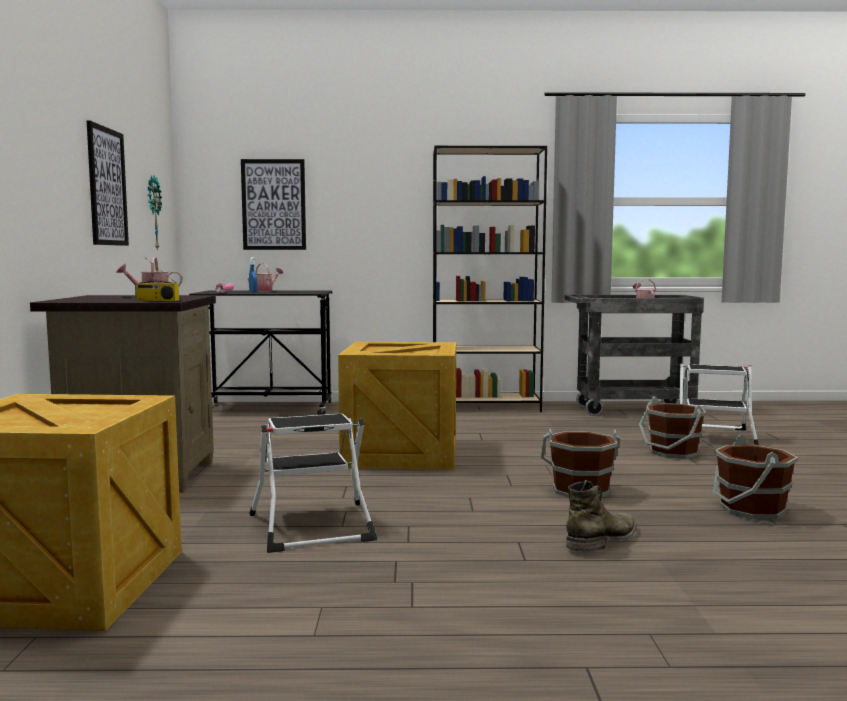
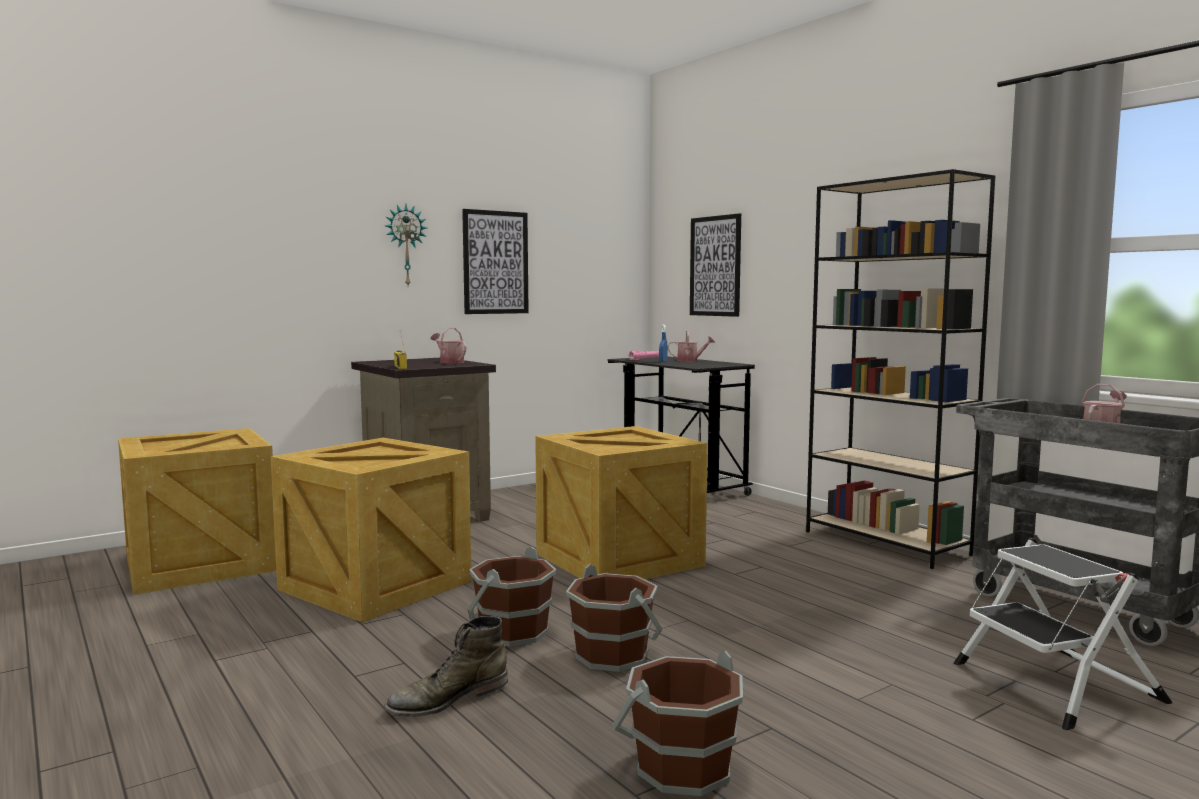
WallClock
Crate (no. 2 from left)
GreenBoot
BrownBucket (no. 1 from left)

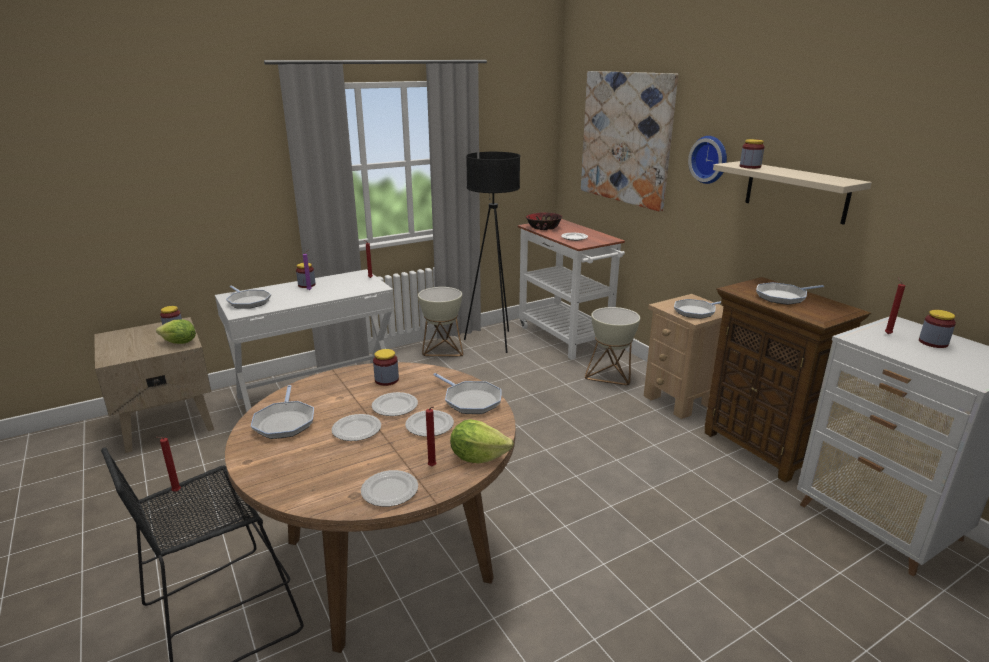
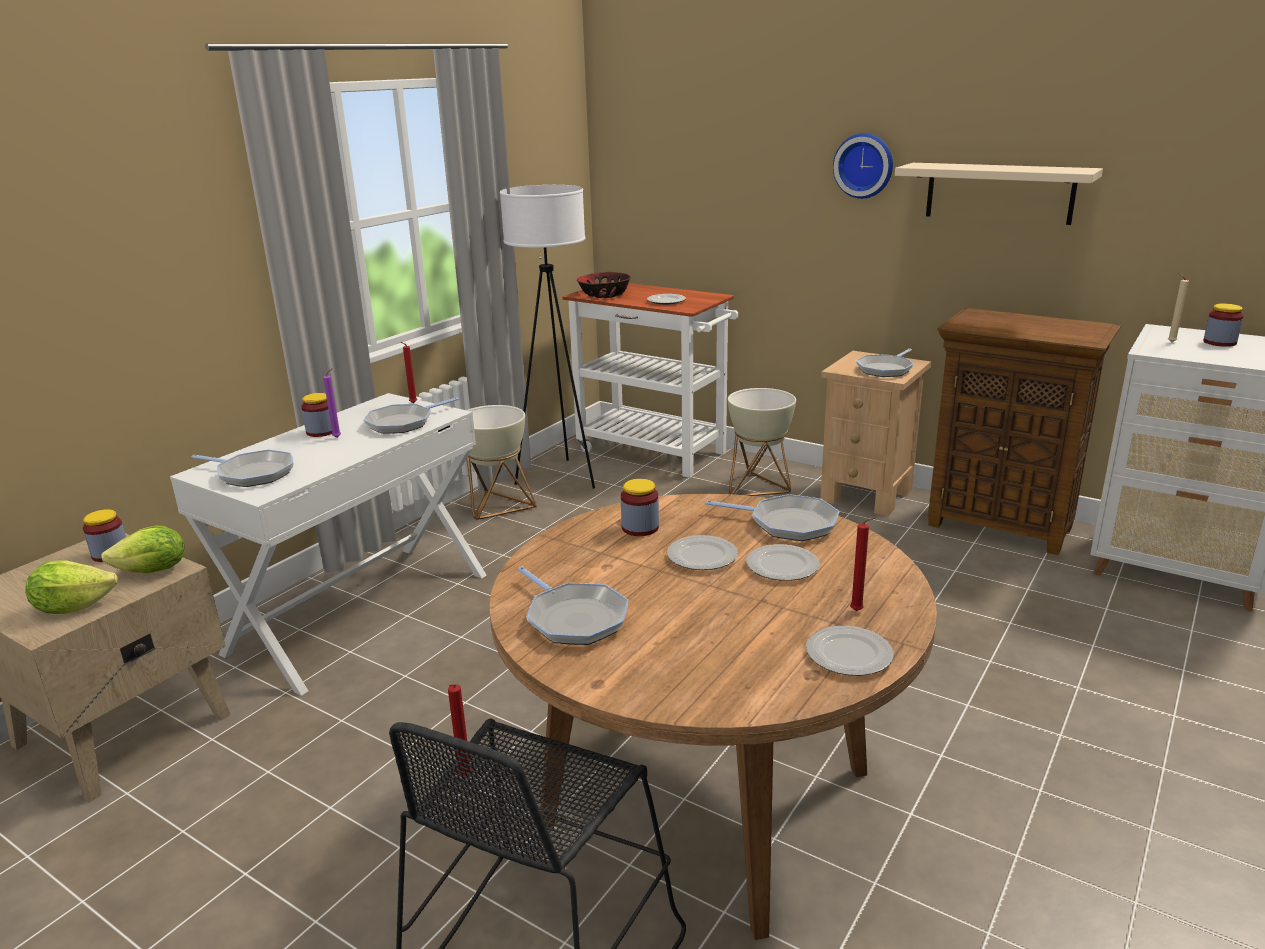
Plate (no. 1 from left in the first image)
Lettuce (no. 1 from left)
WhiteFloorLamp
Picture
Jar (no. 4 from left in the first image)
FryingPan (no. 2 from left)
BeigeCandle

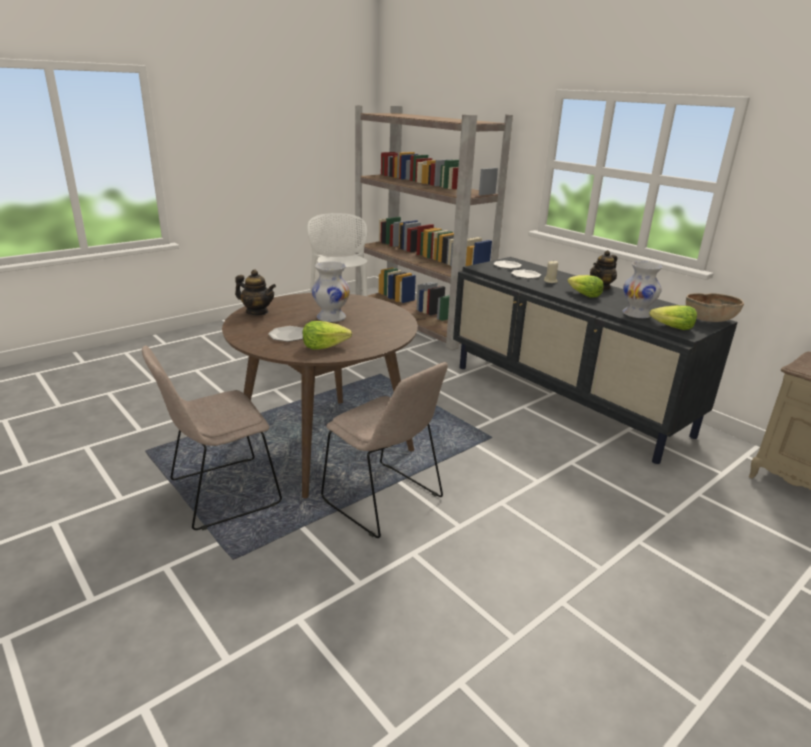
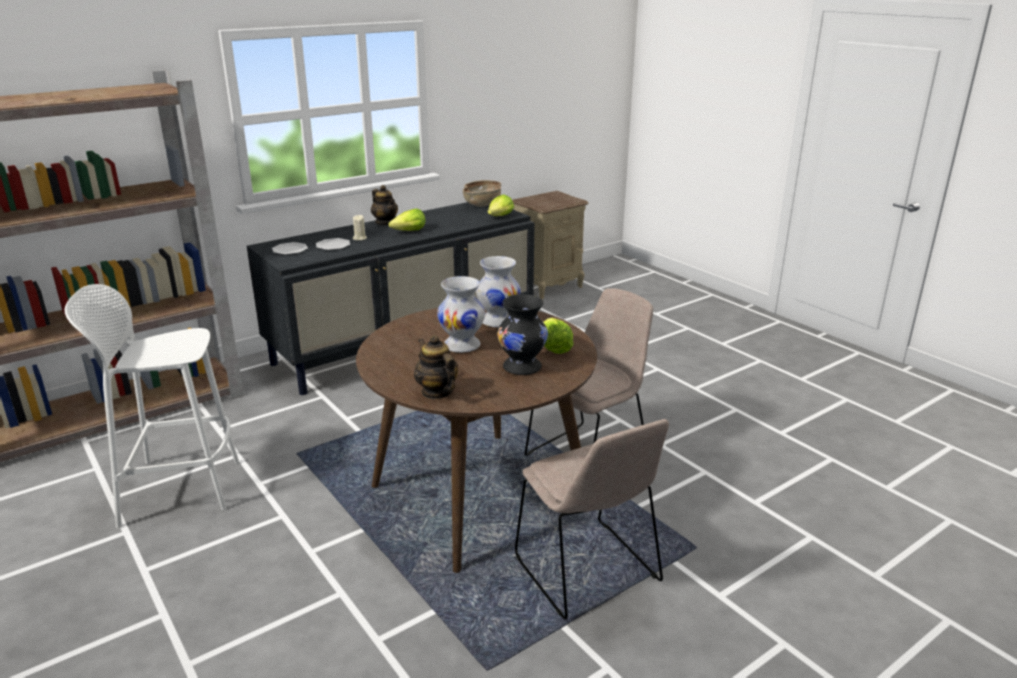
Teapot (no. 2 from left)
BlackVase
WhiteVase (no. 2 from left)

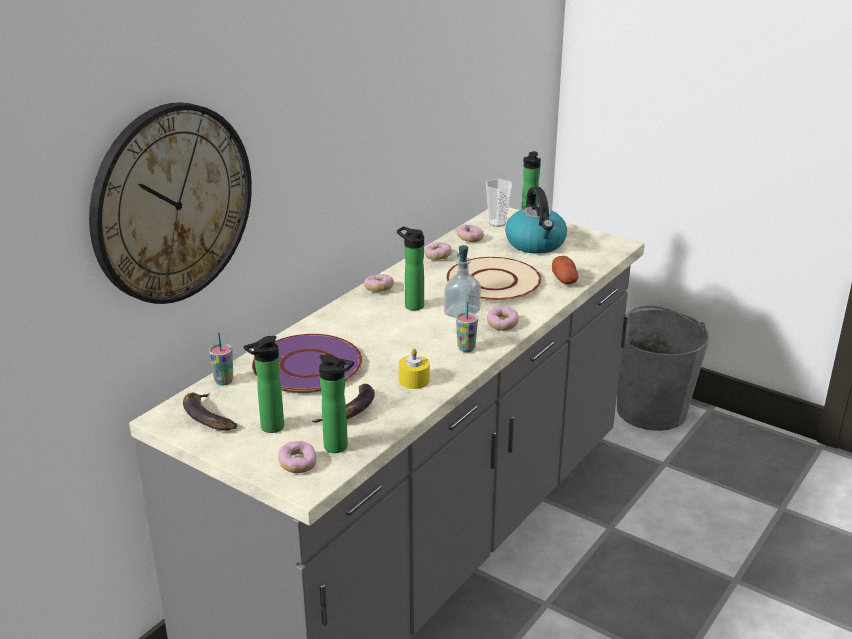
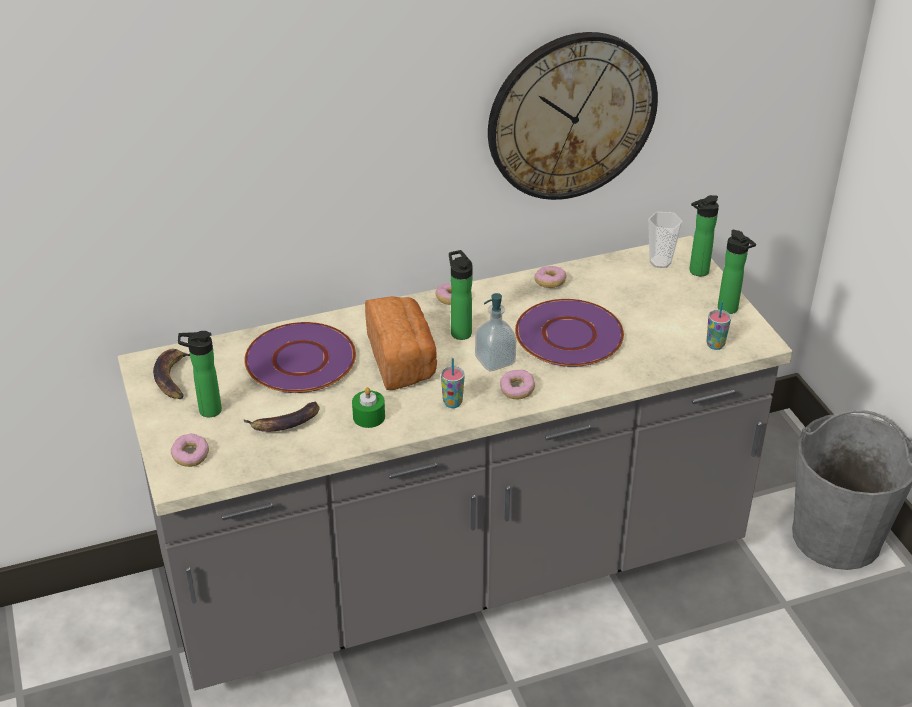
WallClock
Cup (no. 3 from left)
Bottle (no. 4 from left)
GreenCandle
PurplePlate (no. 2 from left)
Donut (no. 4 from left in the first image)
Kettle
Potato
Bread

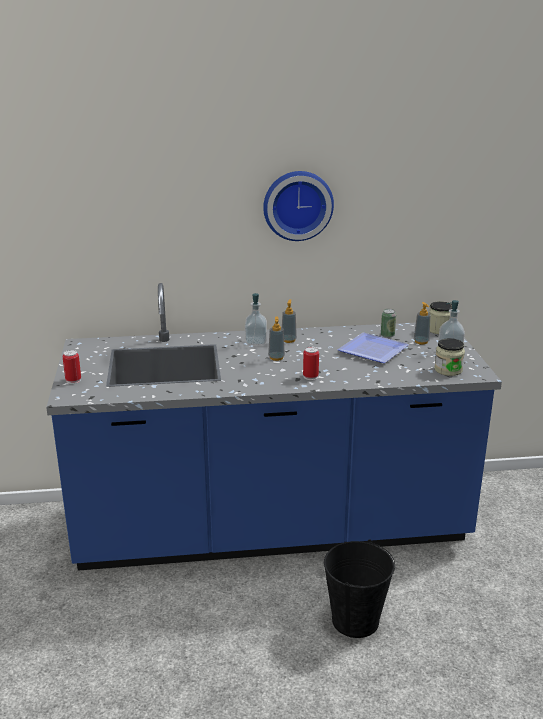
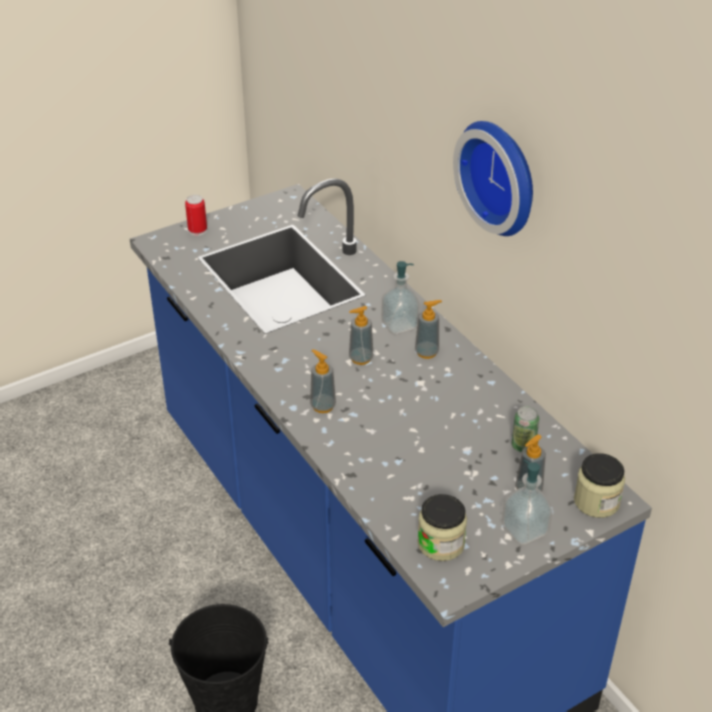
SoapDispenser (no. 1 from left)
Plate

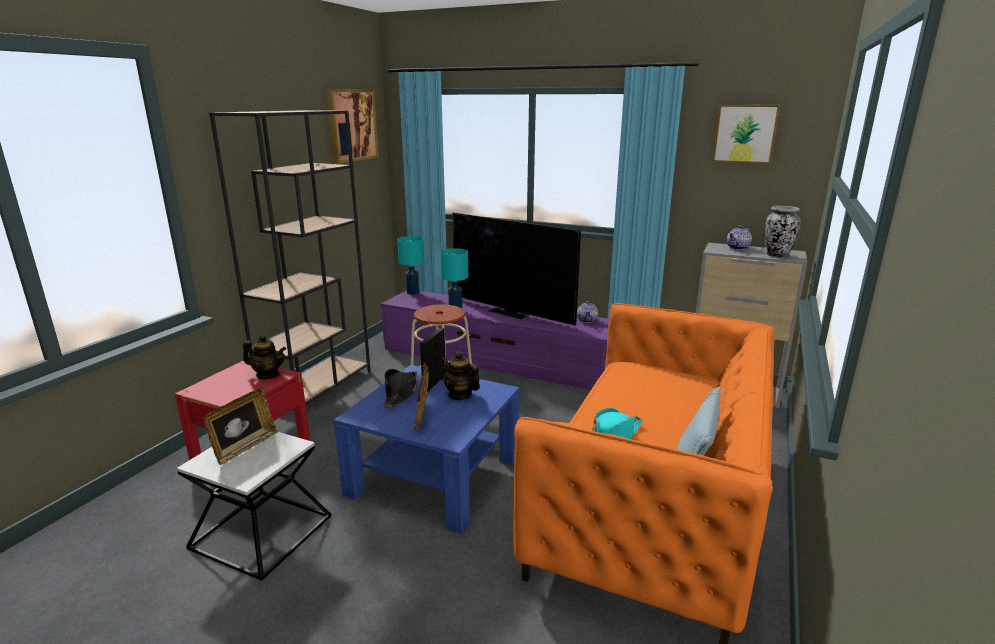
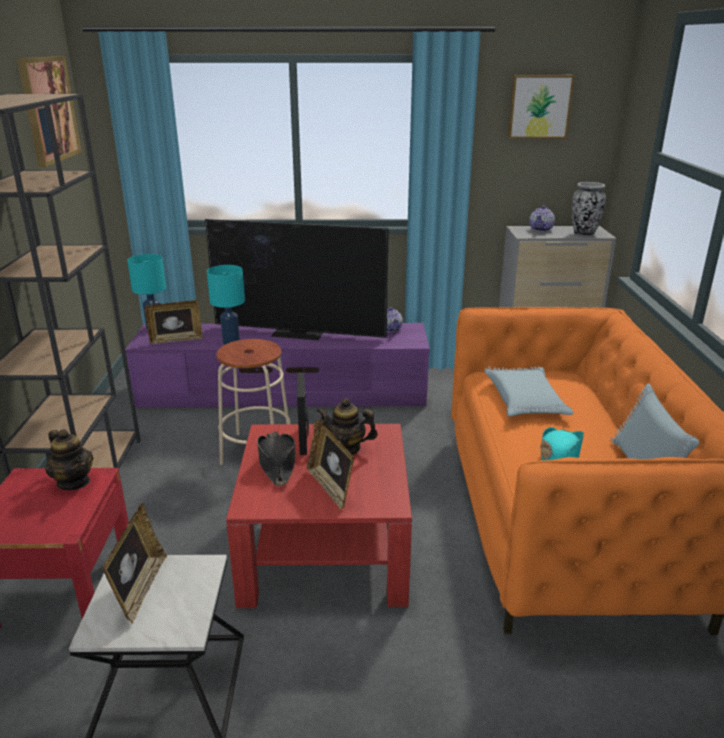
Teapot (no. 1 from left)
RedCoffeeTable
PictureFrame (no. 2 from left)
BluePillow (no. 1 from left)

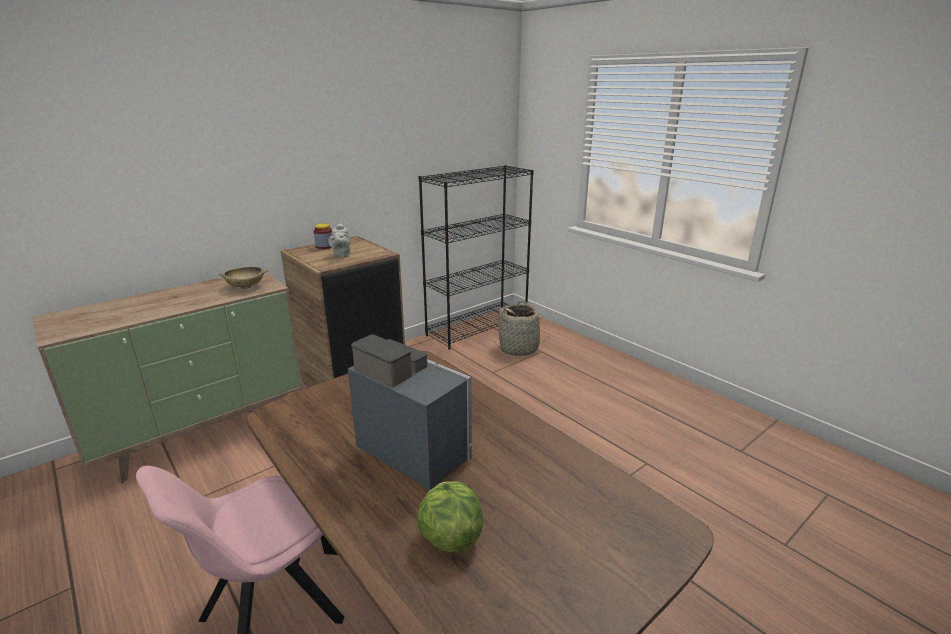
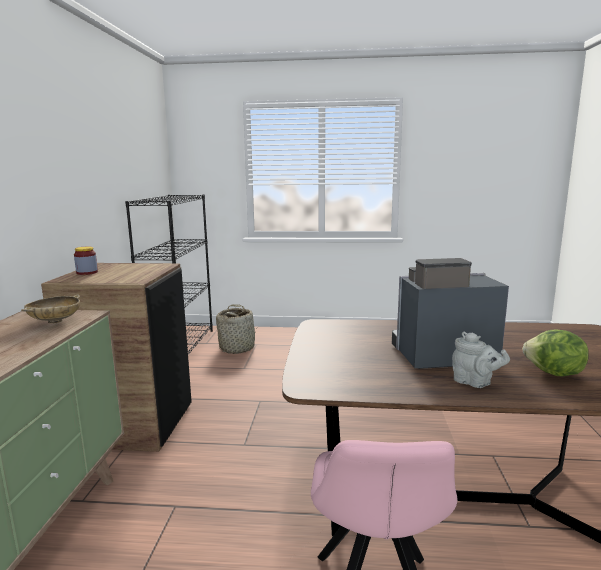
GreyTeapot

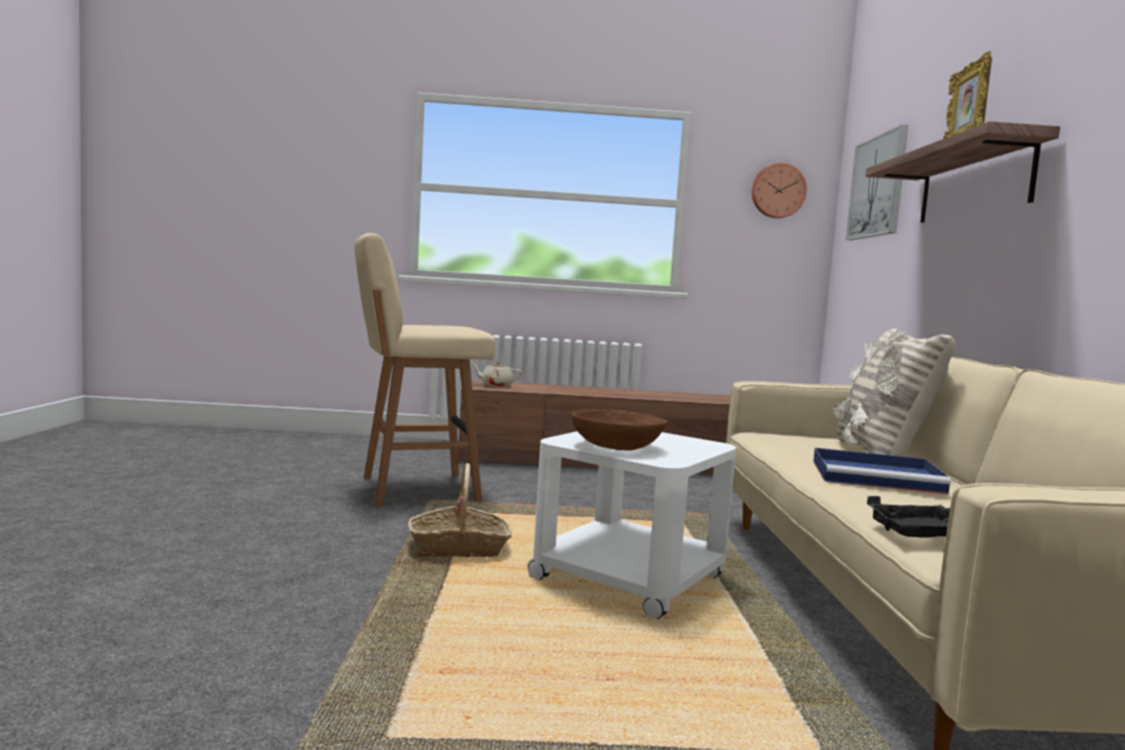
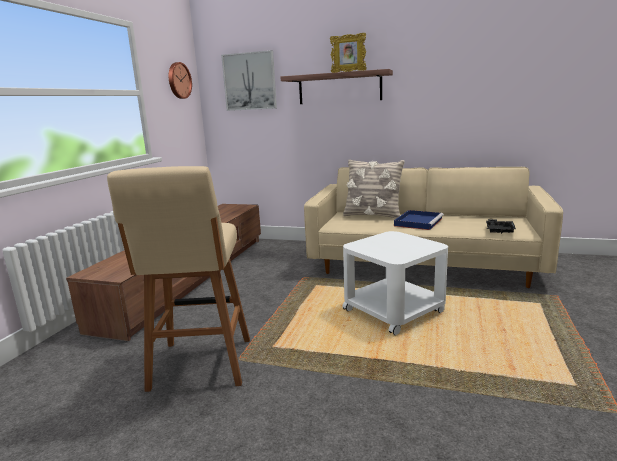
Basket
BeigeTeapot
BrownBowl

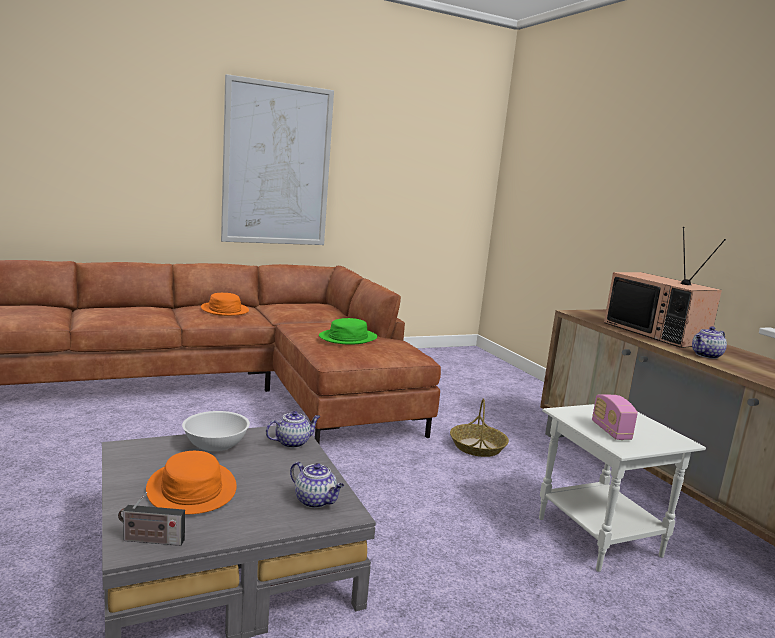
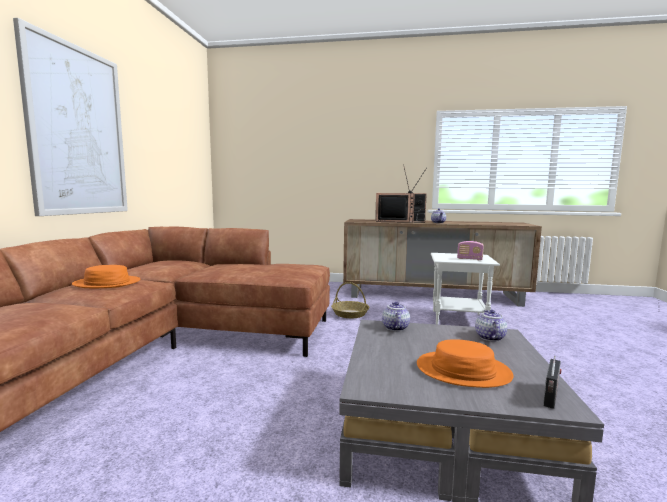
WhiteBowl
Teapot (no. 3 from left)
GreenHat

